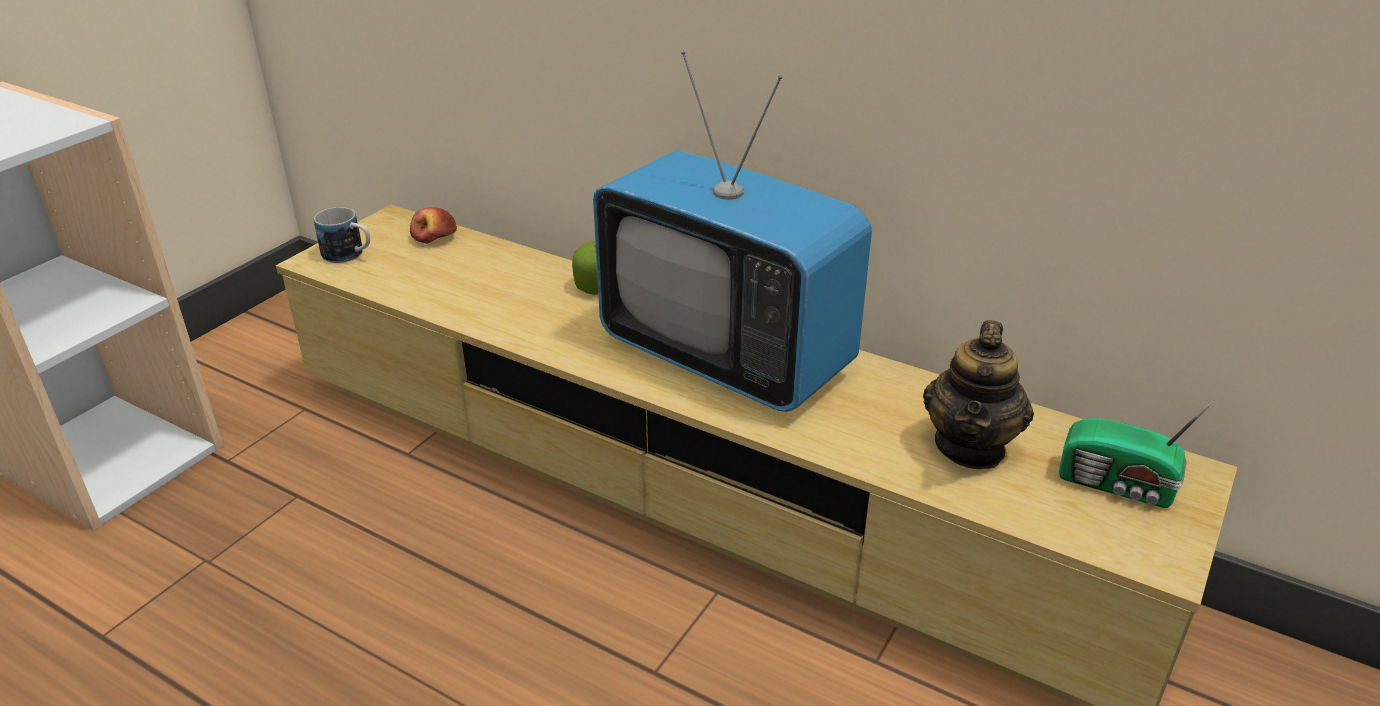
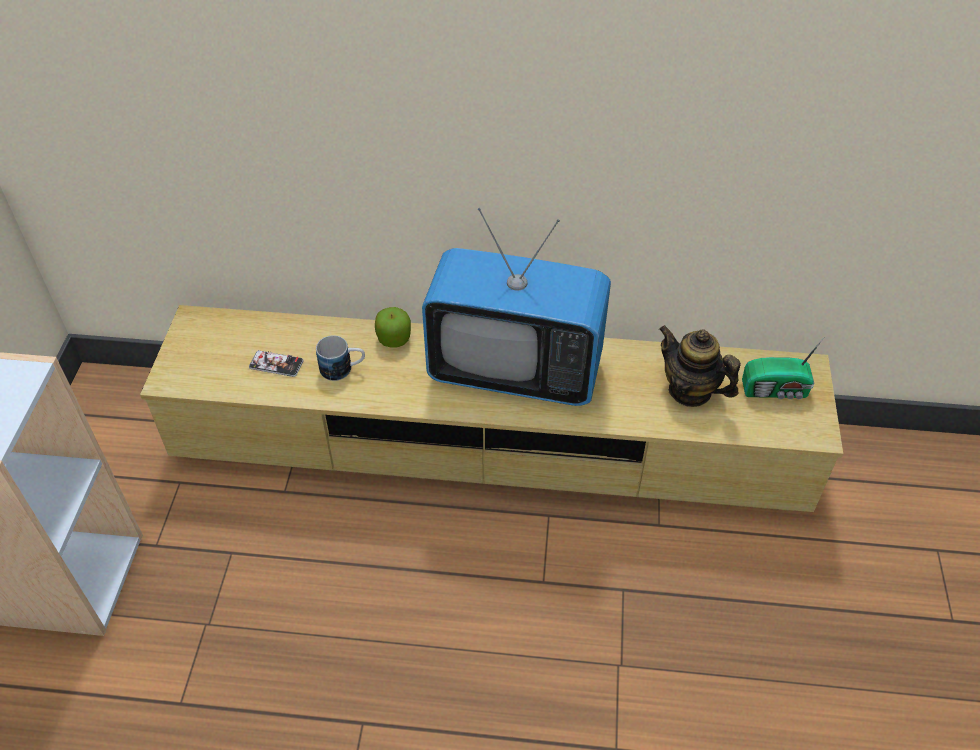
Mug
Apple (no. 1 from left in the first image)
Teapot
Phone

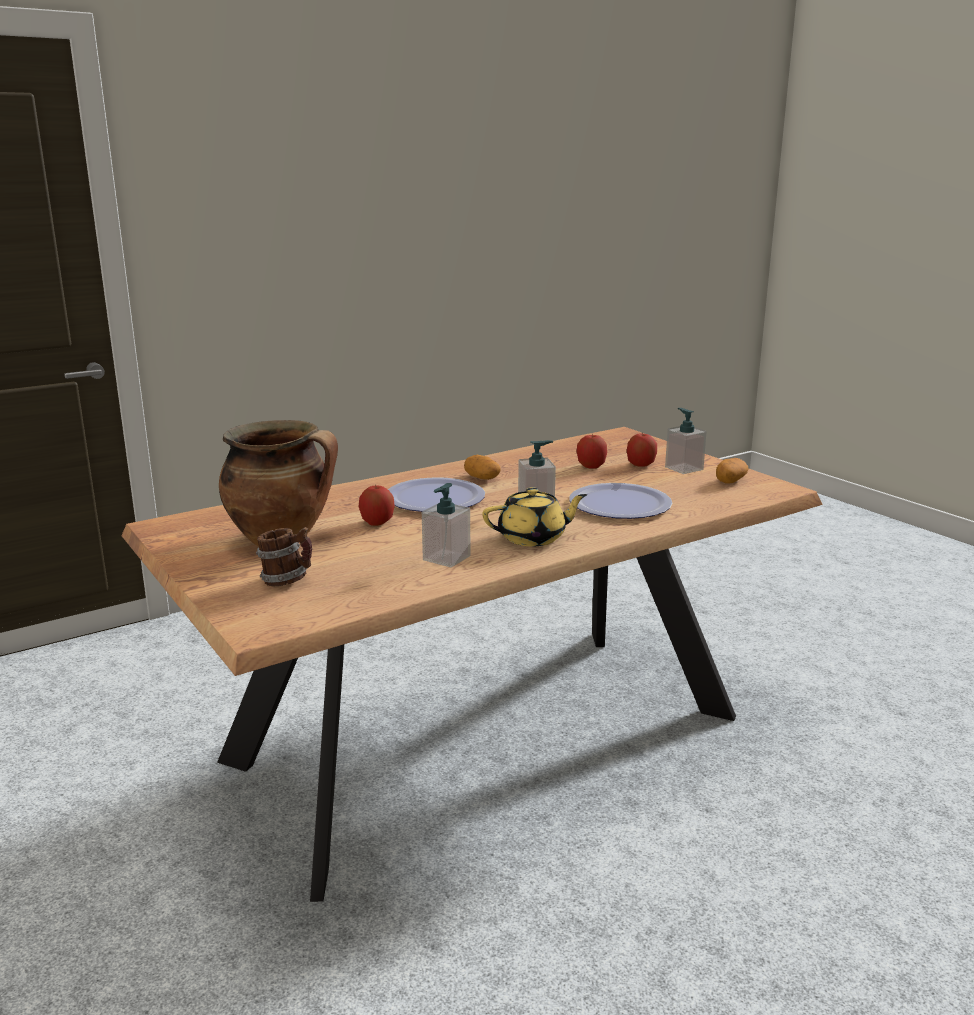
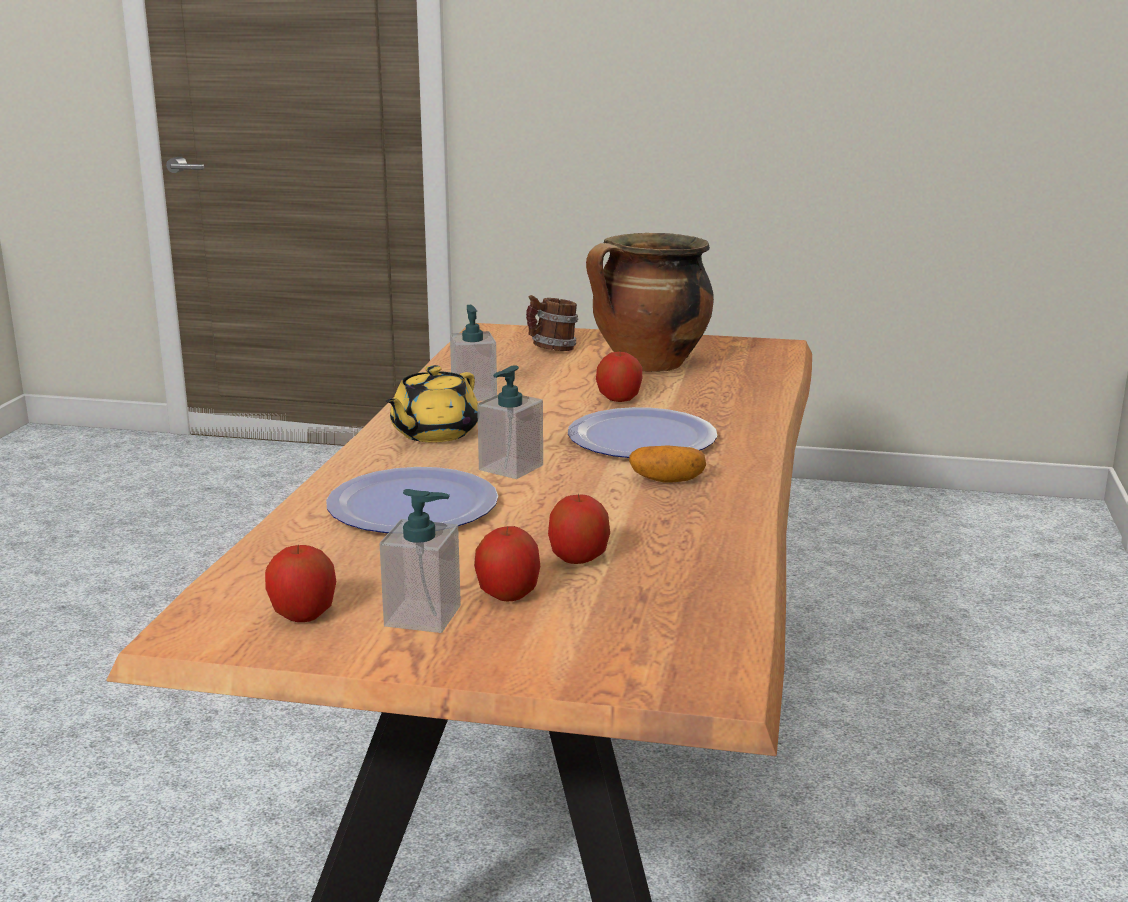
Apple (no. 1 from left)

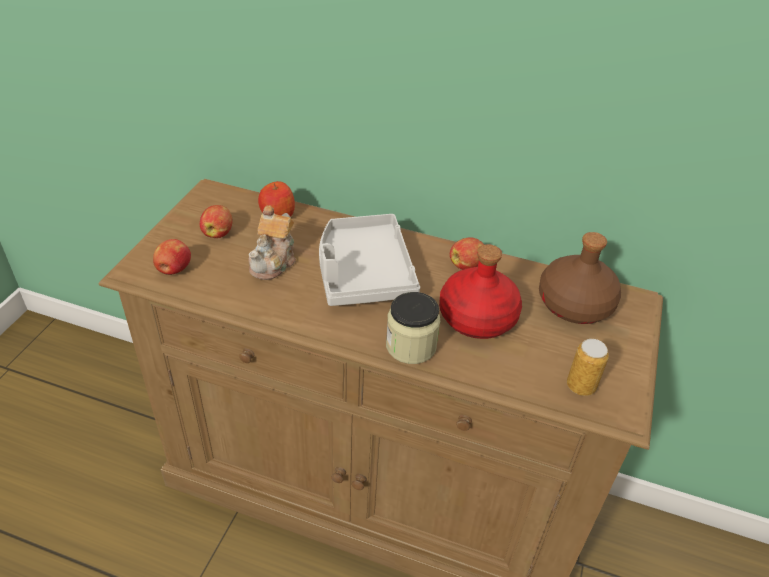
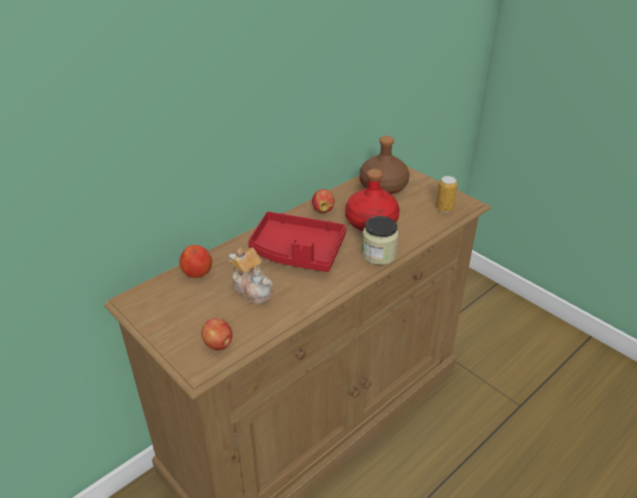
Apple (no. 2 from left in the first image)
RedTray

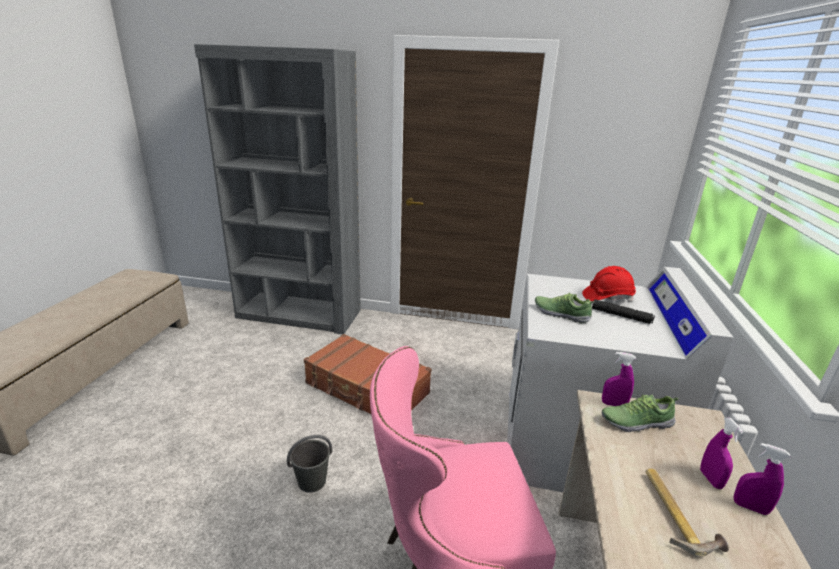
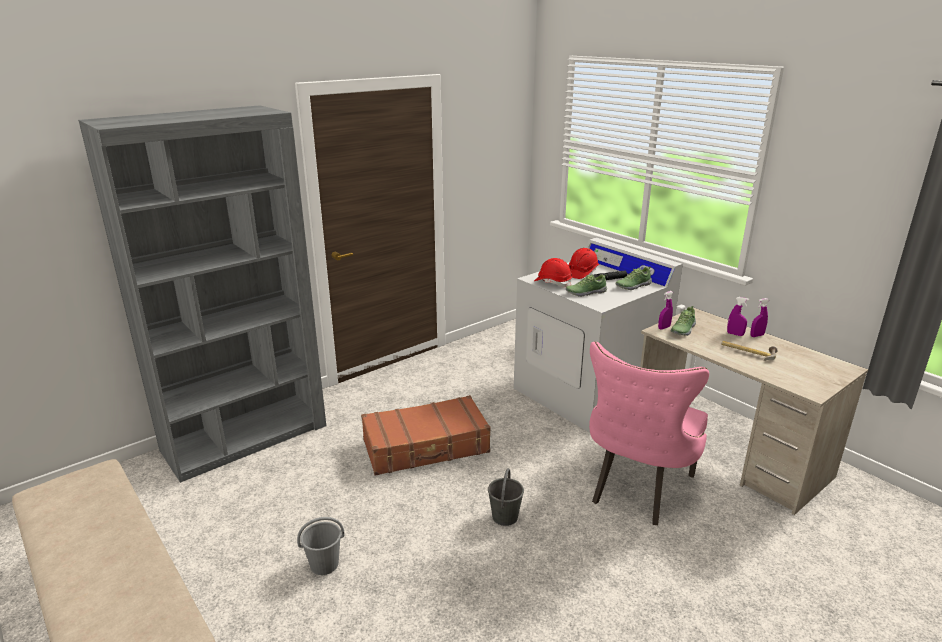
GreyBucket (no. 1 from left)
RedHardHat (no. 1 from left)
Shoe (no. 2 from left)

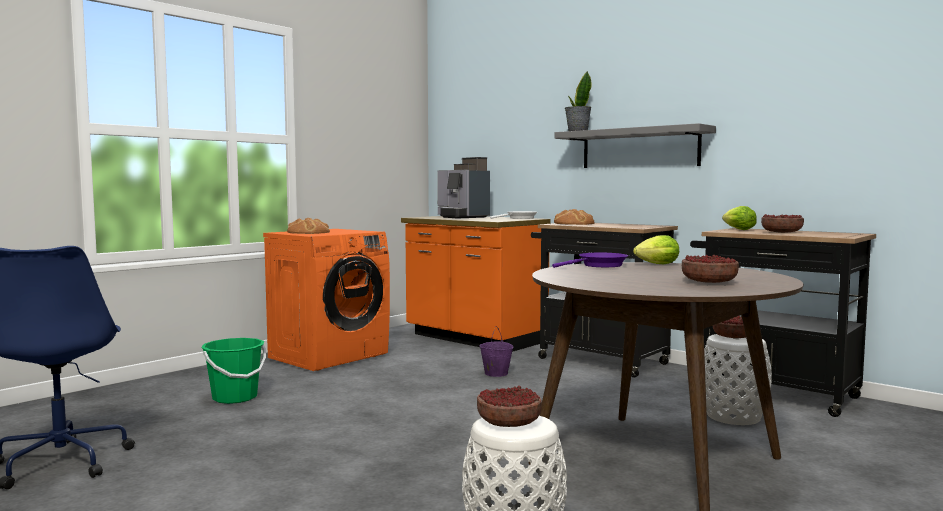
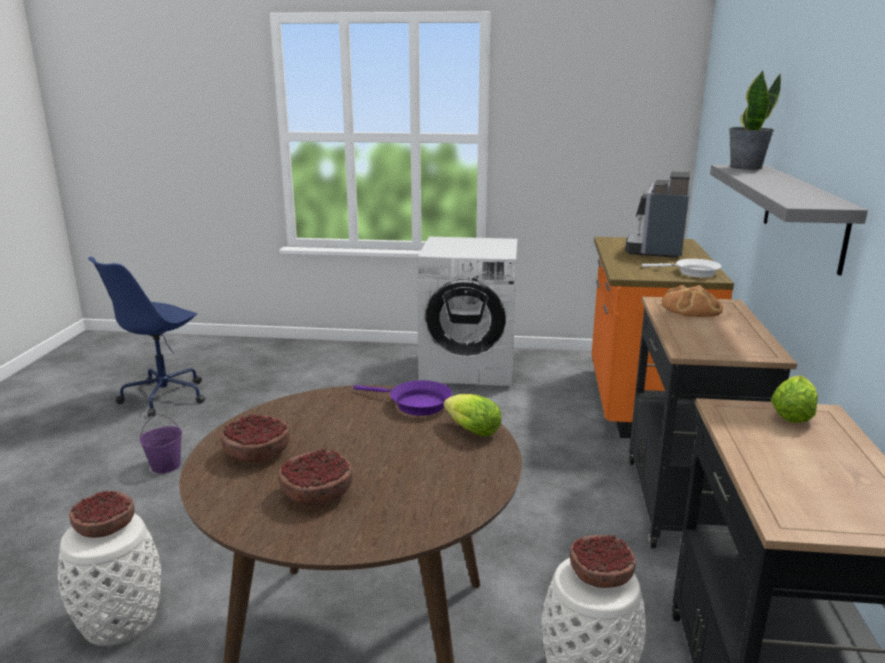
GreenBucket
WhiteWashingMachine
Bread (no. 1 from left in the first image)
PurpleBucket
Bowl (no. 2 from left)

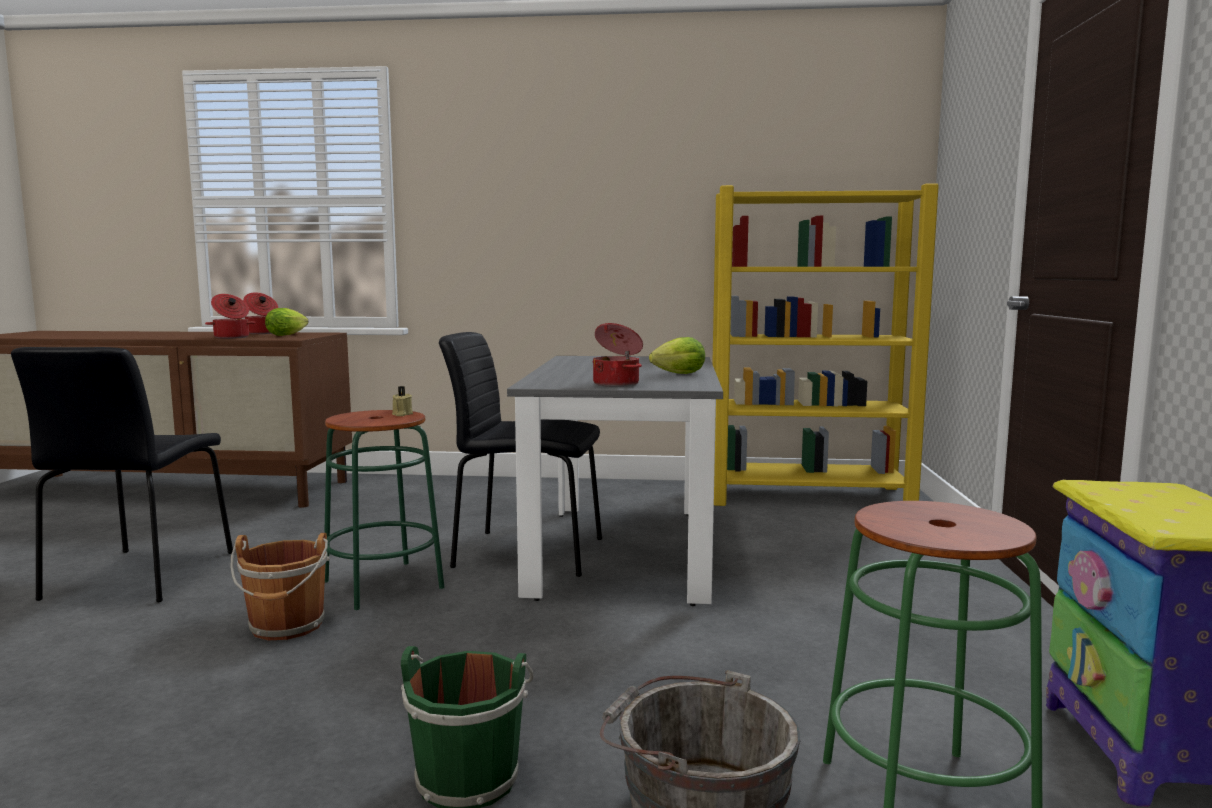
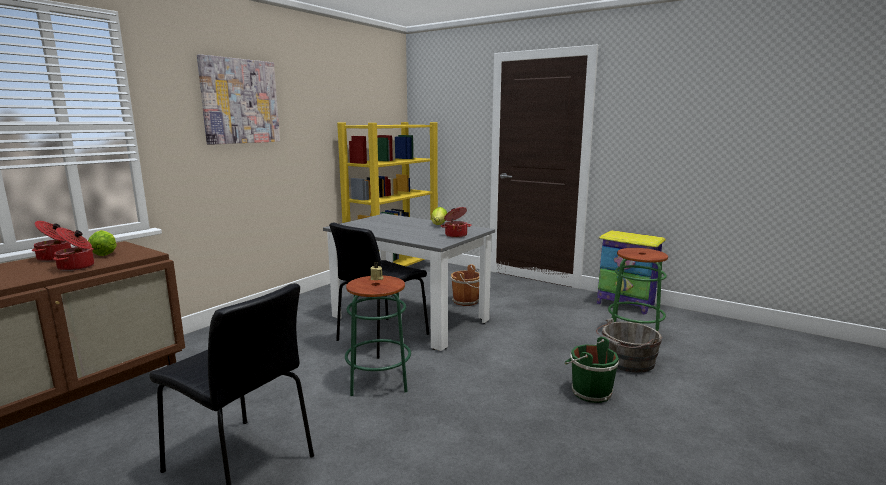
BrownBucket
Picture

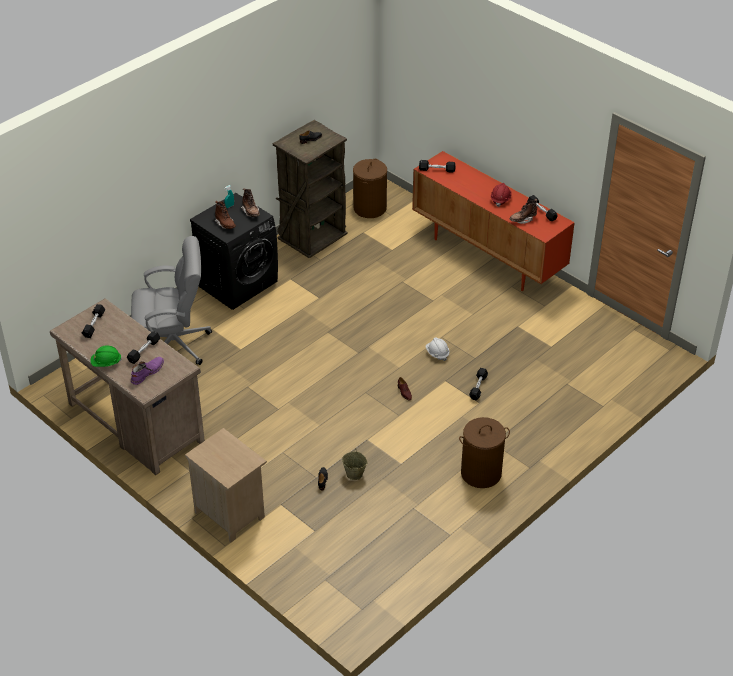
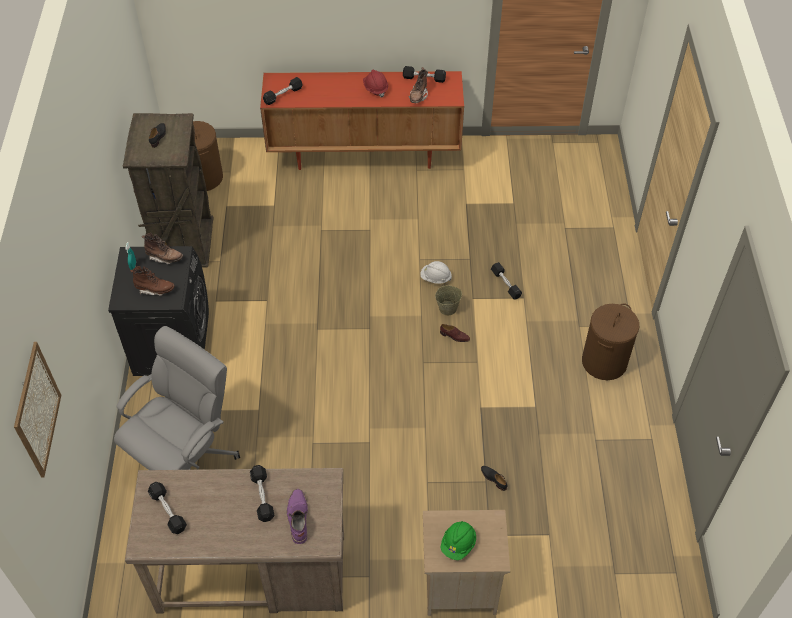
GreenHardHat
BeigeBucket
Picture

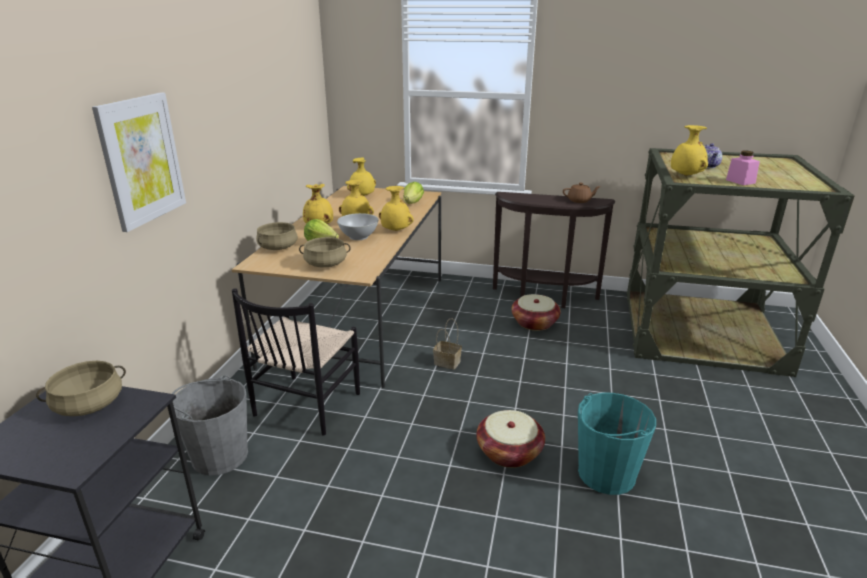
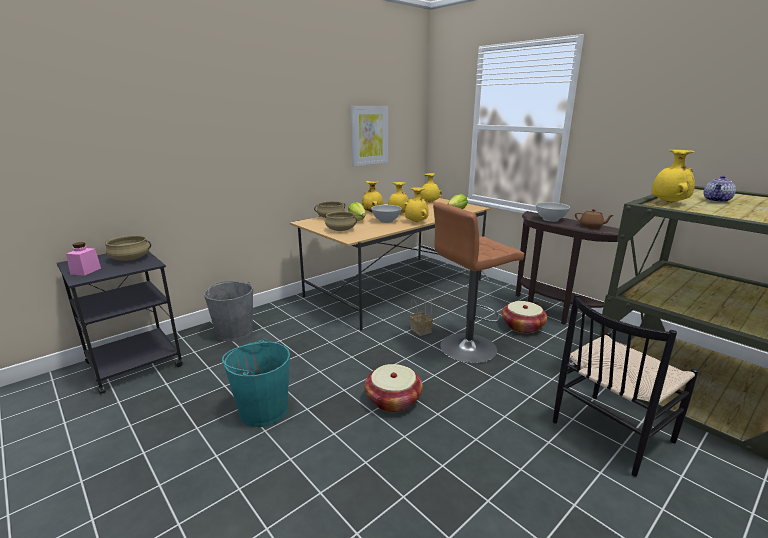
Picture
BlackChair
TurquoiseBucket
PinkJar
BrownStool
WhiteBowl (no. 2 from left)

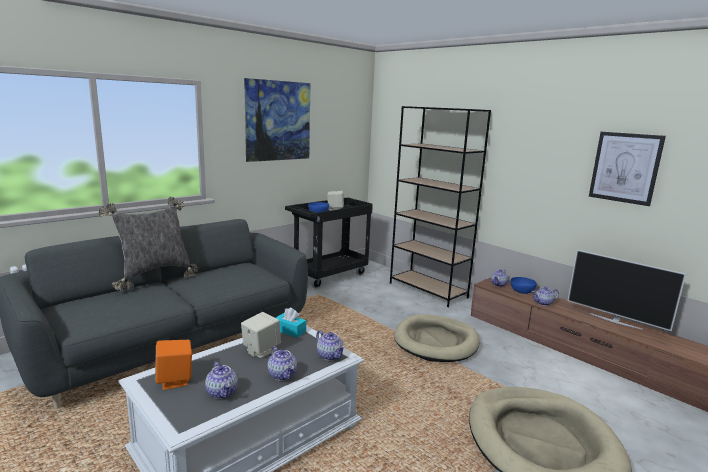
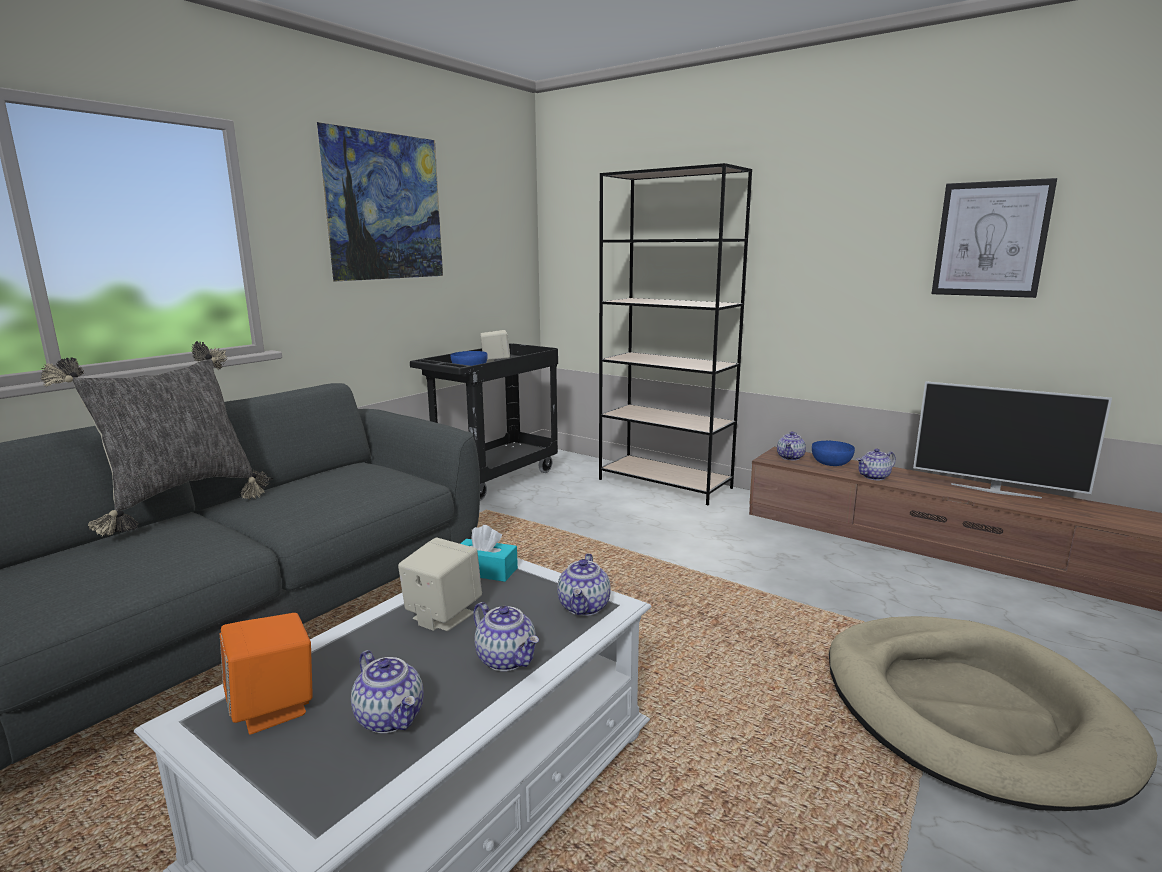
Teapot (no. 3 from left)
BeigeDogBed (no. 1 from left in the first image)

